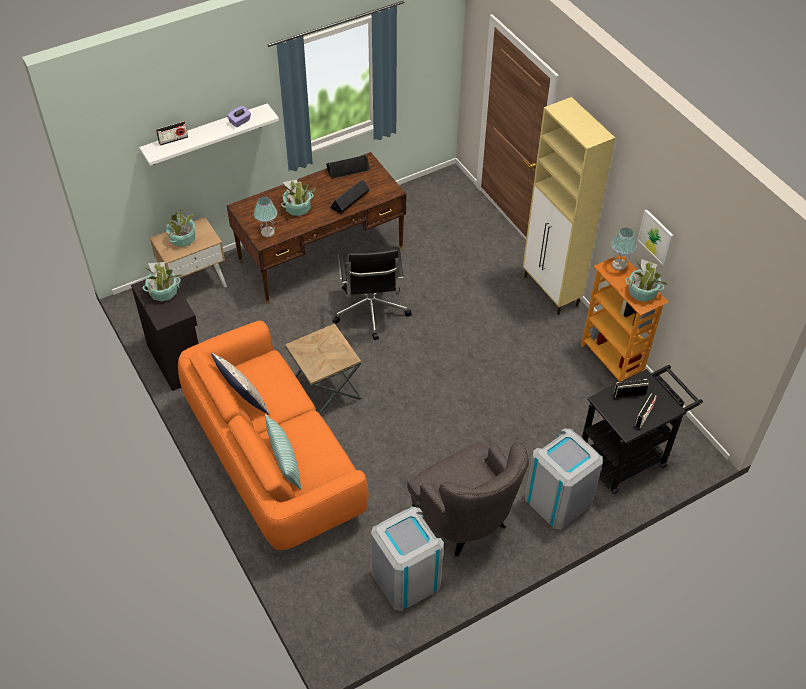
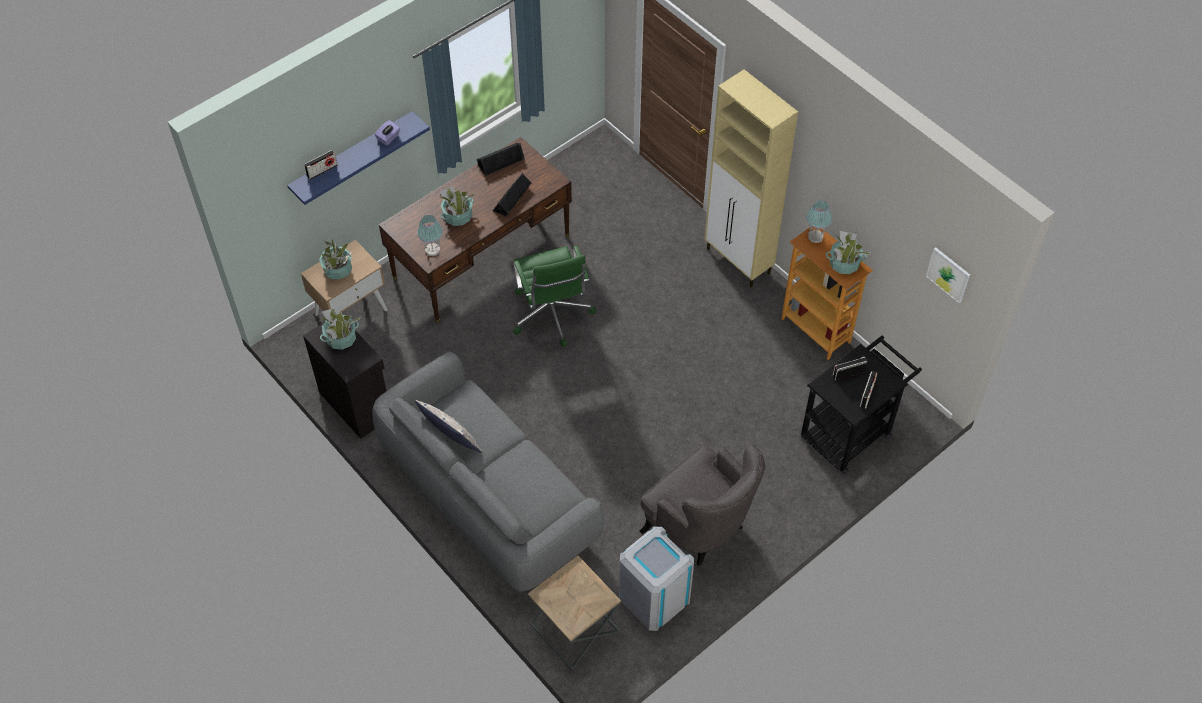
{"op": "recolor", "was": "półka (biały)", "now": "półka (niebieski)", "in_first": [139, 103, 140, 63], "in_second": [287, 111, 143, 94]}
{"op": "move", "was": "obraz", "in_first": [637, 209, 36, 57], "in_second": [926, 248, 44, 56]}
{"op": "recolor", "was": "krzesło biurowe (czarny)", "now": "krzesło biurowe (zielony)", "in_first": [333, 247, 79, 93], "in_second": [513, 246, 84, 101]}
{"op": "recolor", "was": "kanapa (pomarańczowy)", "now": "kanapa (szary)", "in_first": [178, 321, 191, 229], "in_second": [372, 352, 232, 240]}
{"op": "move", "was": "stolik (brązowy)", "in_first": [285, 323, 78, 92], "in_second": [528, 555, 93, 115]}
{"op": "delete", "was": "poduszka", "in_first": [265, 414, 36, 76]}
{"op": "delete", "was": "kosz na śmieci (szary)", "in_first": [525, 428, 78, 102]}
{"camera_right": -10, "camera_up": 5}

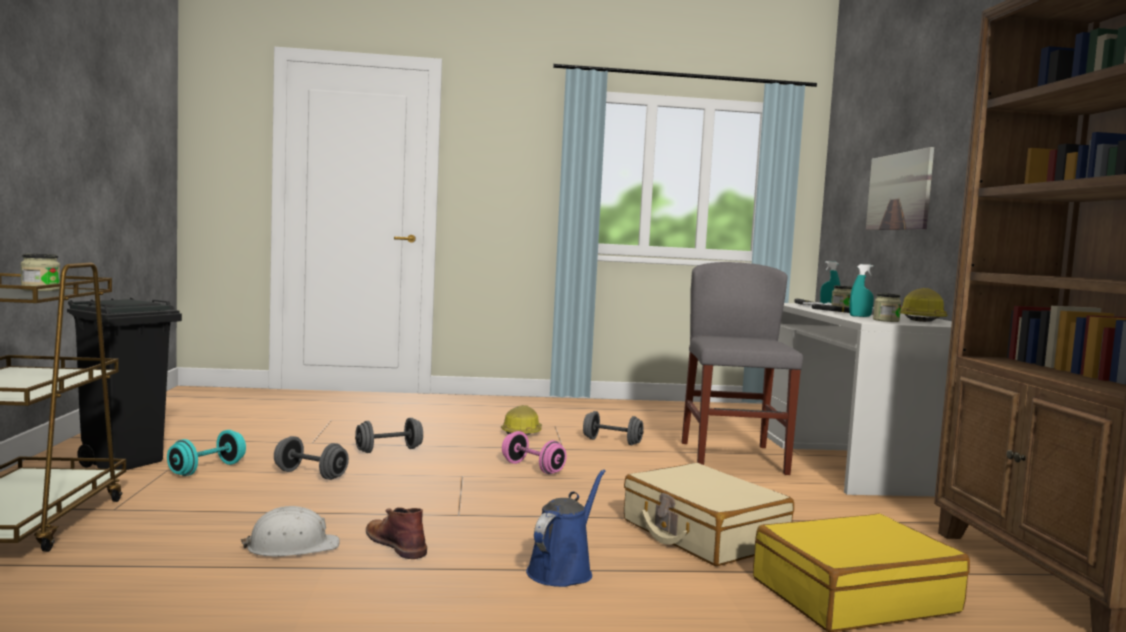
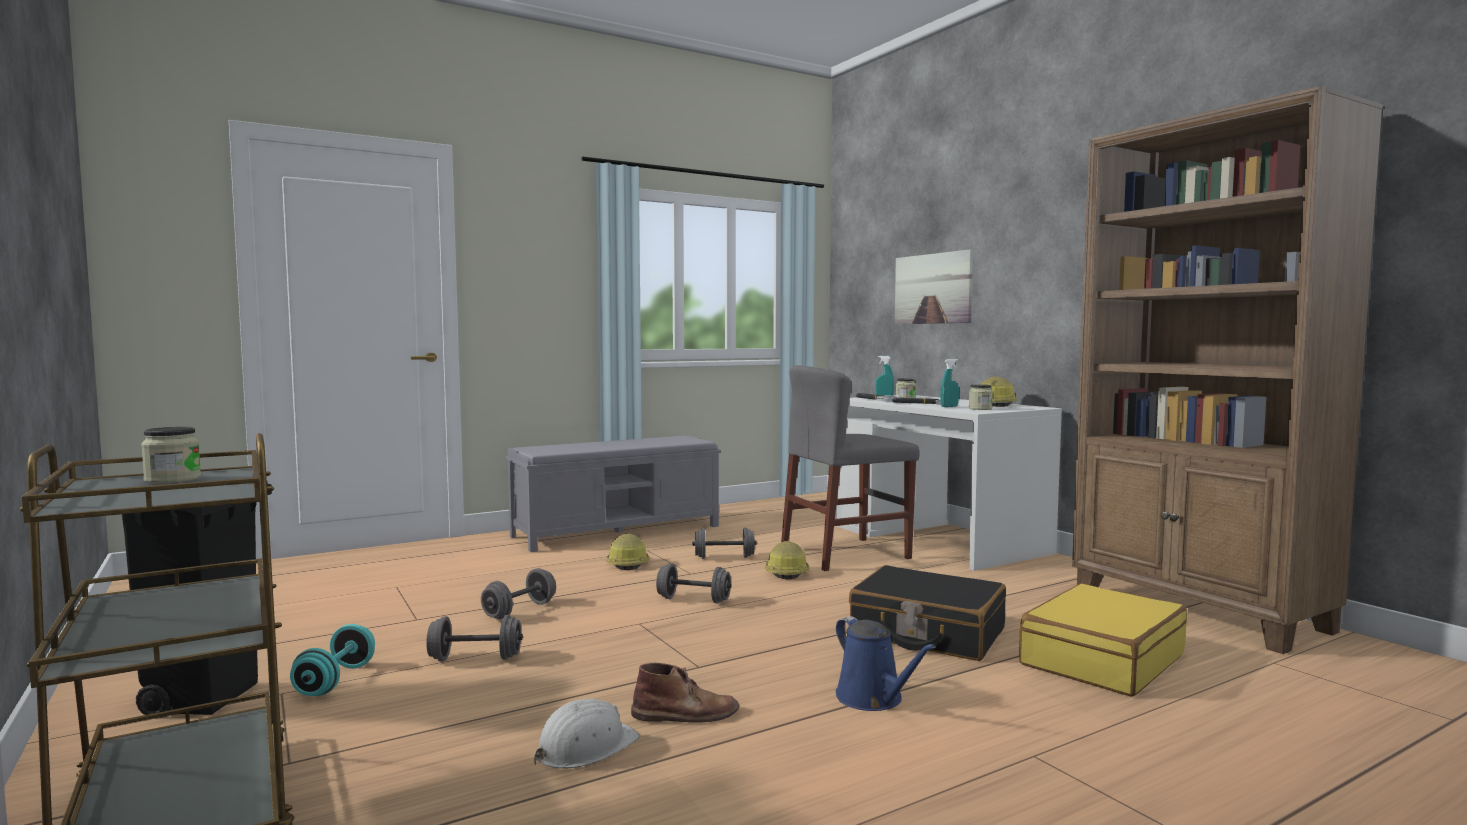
{"op": "rotate", "was": "krzesło (szary)", "in_first": [682, 262, 121, 213], "in_second": [781, 366, 139, 205], "clockwise": -90}
{"op": "recolor", "was": "hantel (różowy)", "now": "hantel (szary)", "in_first": [502, 431, 65, 43], "in_second": [656, 563, 75, 40]}
{"op": "recolor", "was": "walizka (beżowy)", "now": "walizka (czarny)", "in_first": [624, 463, 170, 103], "in_second": [849, 565, 157, 96]}
{"op": "rotate", "was": "konewka (niebieski)", "in_first": [526, 469, 79, 118], "in_second": [836, 616, 100, 95], "clockwise": 150}
{"op": "rotate", "was": "but z cholewką (brązowy)", "in_first": [366, 507, 61, 52], "in_second": [631, 663, 108, 60], "clockwise": 150}
{"op": "insert", "now": "ławka (szary)", "in_second": [505, 435, 216, 117]}
{"op": "insert", "now": "kask", "in_second": [765, 541, 44, 38]}
{"camera_right": -25, "camera_up": 0}

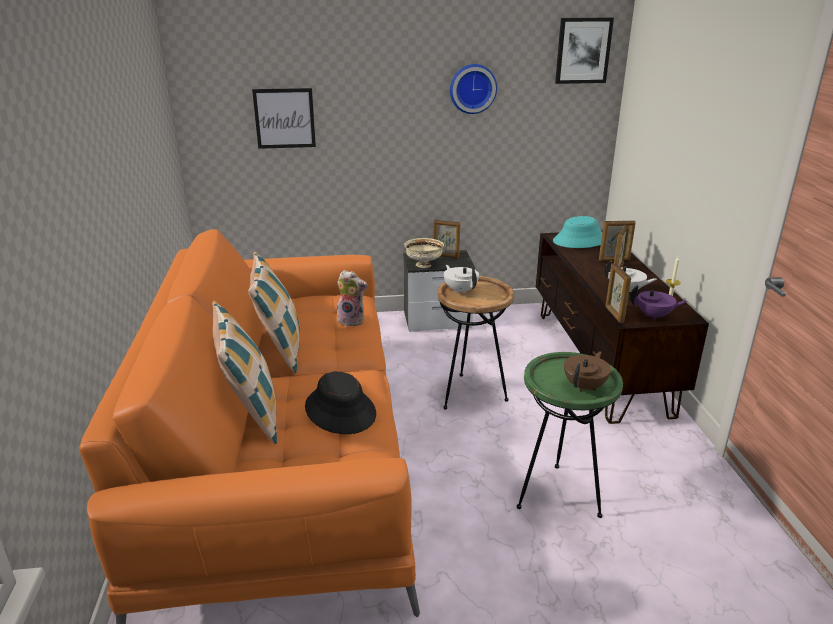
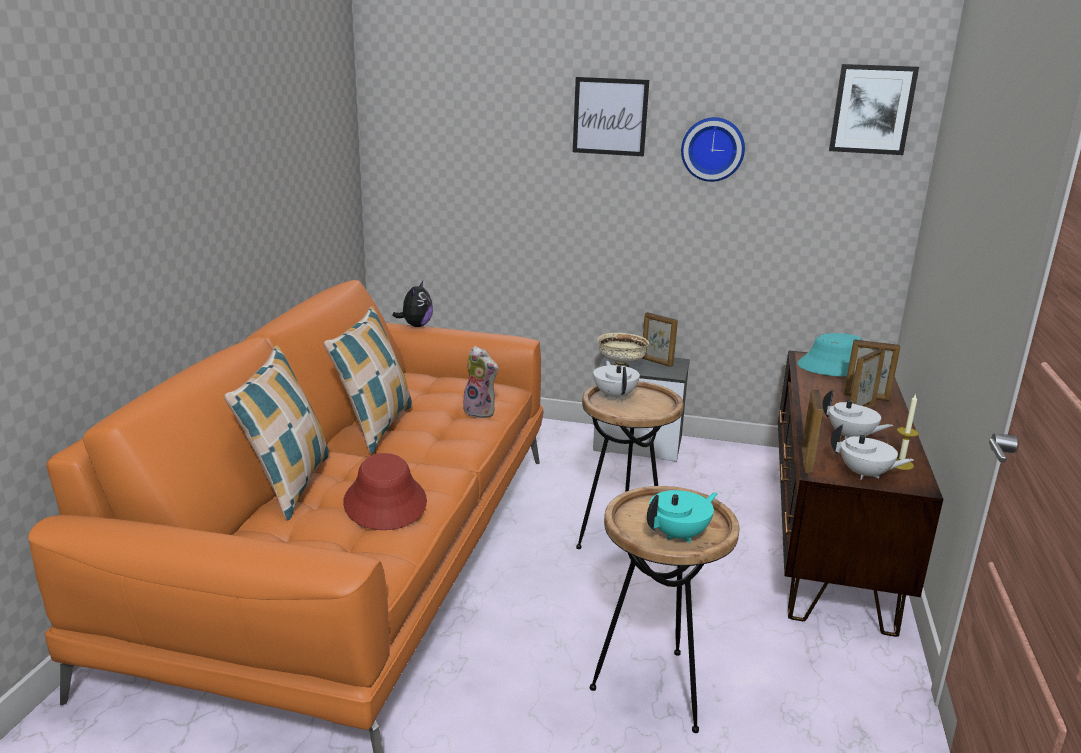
{"op": "move", "was": "obraz", "in_first": [252, 88, 64, 61], "in_second": [573, 77, 76, 80]}
{"op": "recolor", "was": "imbryk (fioletowy)", "now": "imbryk (biały)", "in_first": [630, 285, 58, 36], "in_second": [831, 424, 83, 56]}
{"op": "recolor", "was": "imbryk (brązowy)", "now": "imbryk (turkusowy)", "in_first": [564, 351, 47, 41], "in_second": [647, 490, 71, 53]}
{"op": "recolor", "was": "stolik (zielony)", "now": "stolik (brązowy)", "in_first": [517, 352, 106, 166], "in_second": [590, 486, 150, 247]}
{"op": "recolor", "was": "kapelusz (czarny)", "now": "kapelusz (czerwony)", "in_first": [305, 371, 71, 63], "in_second": [343, 453, 84, 77]}
{"op": "insert", "now": "pluszak", "in_second": [392, 281, 41, 46]}
{"camera_right": 20, "camera_up": -5}

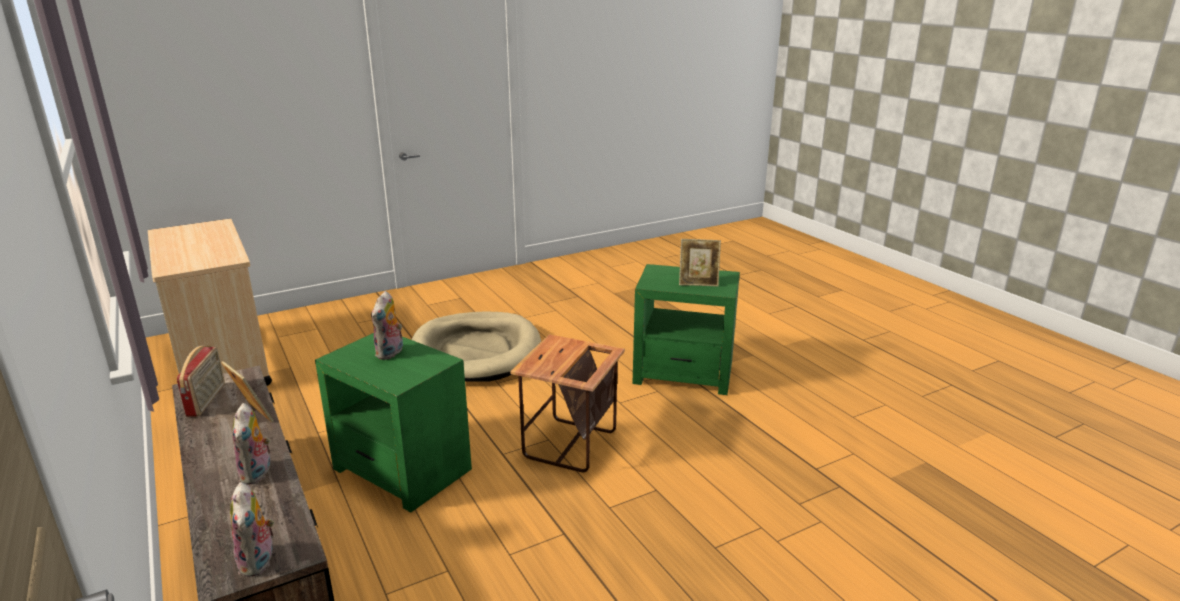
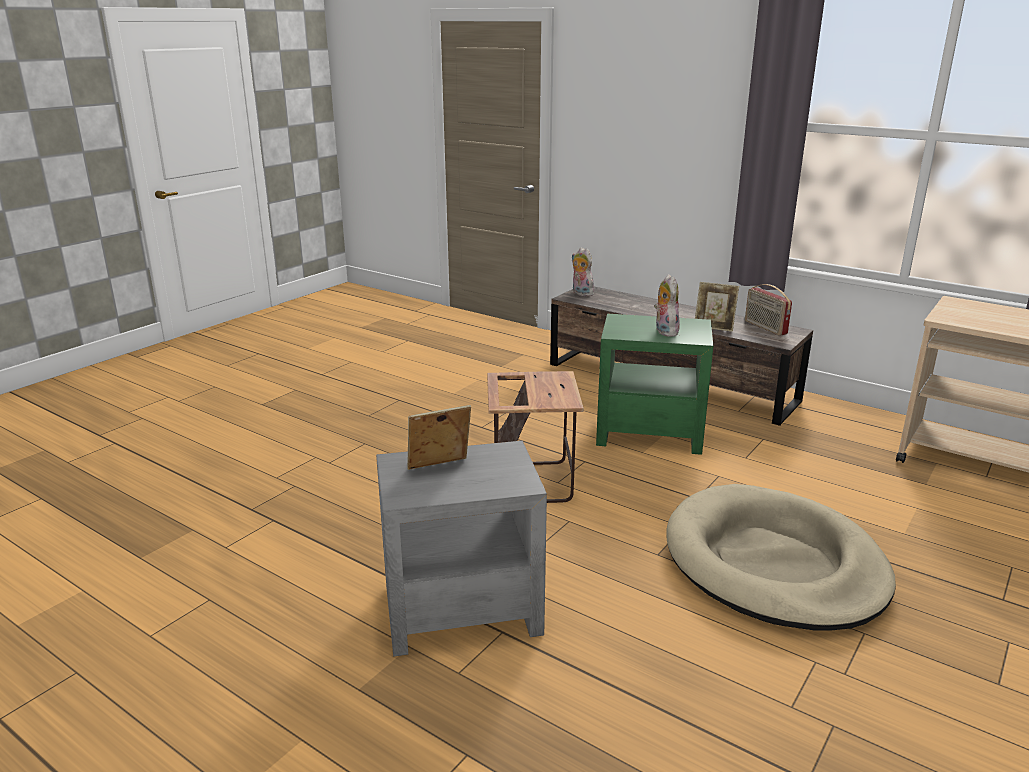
{"op": "recolor", "was": "stolik (zielony)", "now": "stolik (szary)", "in_first": [633, 264, 107, 131], "in_second": [376, 440, 171, 217]}
{"op": "delete", "was": "pluszak", "in_first": [233, 403, 40, 81]}
{"camera_right": 155, "camera_up": 0}

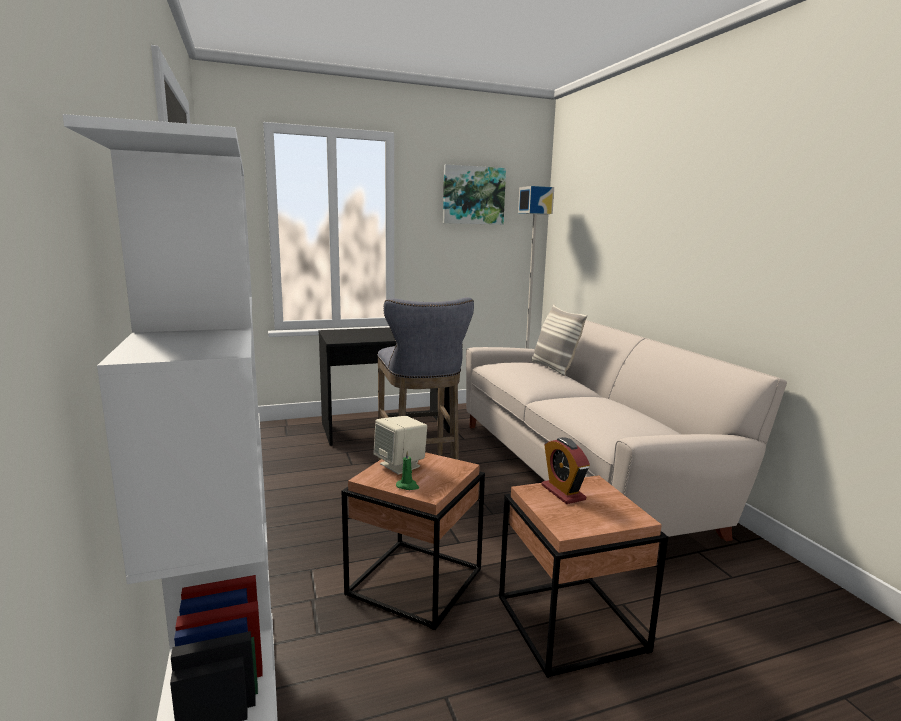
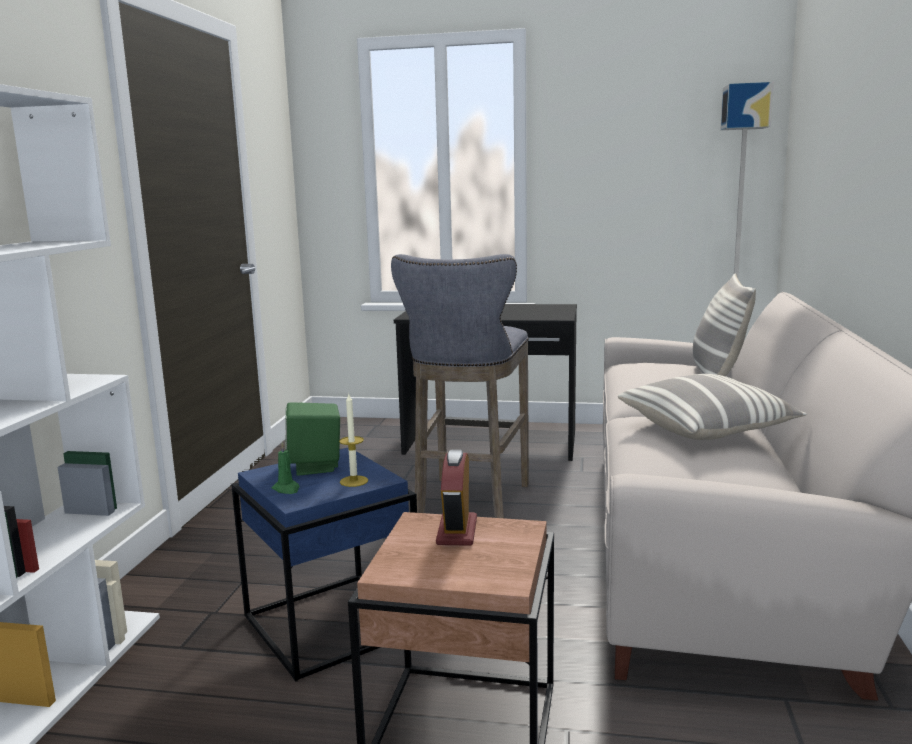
{"op": "delete", "was": "obraz", "in_first": [443, 164, 63, 61]}
{"op": "recolor", "was": "głośnik (beżowy)", "now": "głośnik (zielony)", "in_first": [373, 416, 54, 59], "in_second": [285, 403, 55, 73]}
{"op": "recolor", "was": "stolik (brązowy)", "now": "stolik (niebieski)", "in_first": [342, 452, 143, 178], "in_second": [231, 448, 186, 234]}
{"op": "insert", "now": "poduszka", "in_second": [618, 374, 189, 66]}
{"op": "insert", "now": "świeca", "in_second": [339, 394, 29, 93]}
{"camera_right": 30, "camera_up": 0}

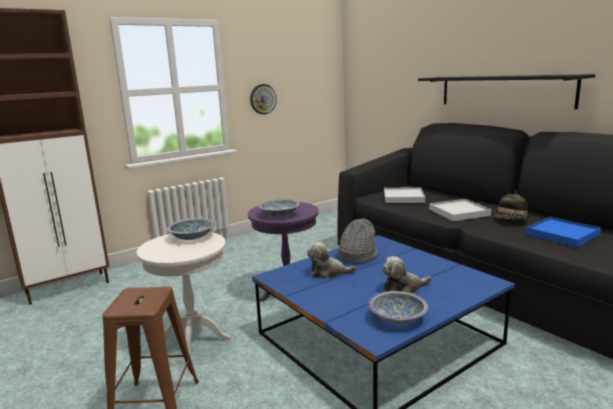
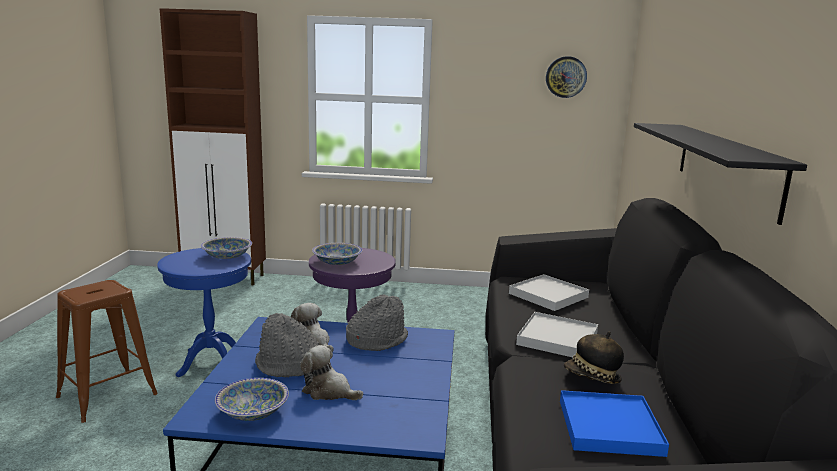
{"op": "move", "was": "zegar ścienny", "in_first": [250, 84, 27, 31], "in_second": [546, 56, 41, 42]}
{"op": "recolor", "was": "stolik (biały)", "now": "stolik (niebieski)", "in_first": [137, 232, 94, 132], "in_second": [157, 248, 94, 129]}
{"op": "insert", "now": "kapelusz (szary)", "in_second": [255, 313, 64, 65]}
{"camera_right": 40, "camera_up": 0}

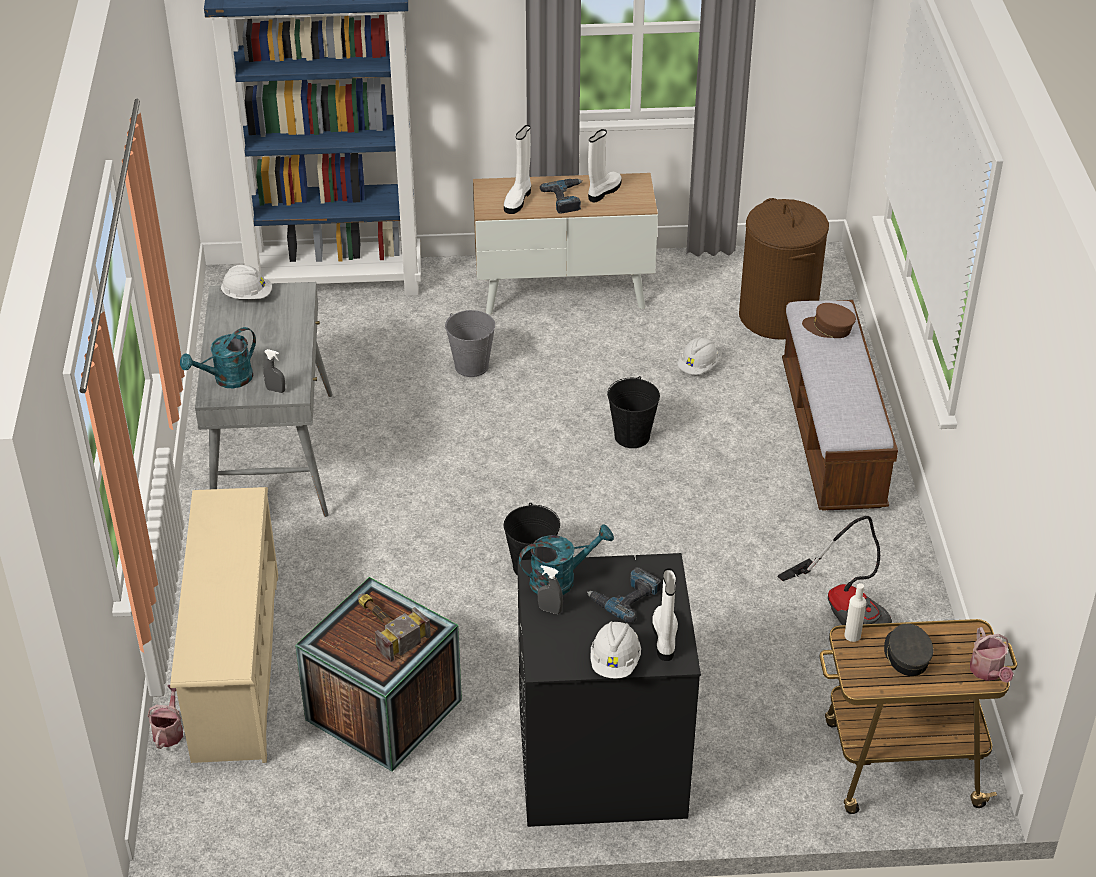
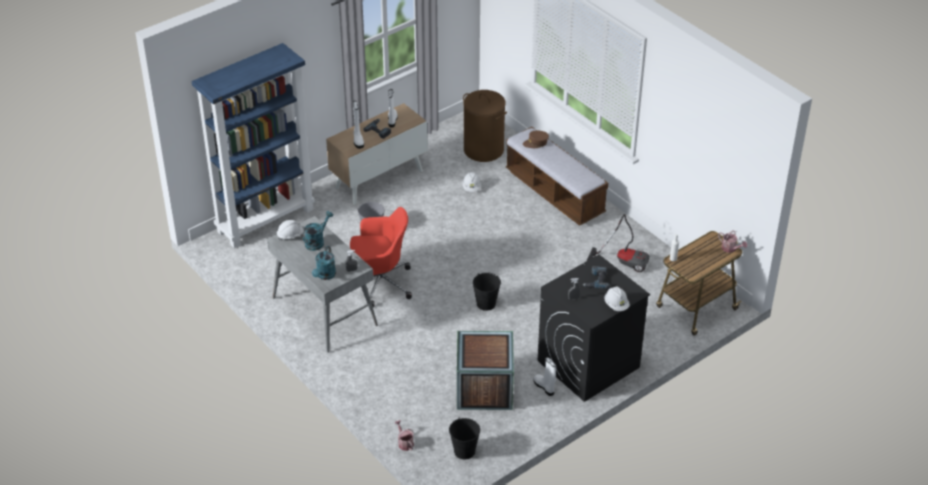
{"op": "move", "was": "wiadro (czarny)", "in_first": [607, 376, 53, 72], "in_second": [449, 417, 31, 42]}
{"op": "delete", "was": "regał na buty (beżowy)", "in_first": [170, 487, 108, 276]}
{"op": "move", "was": "konewka (turkusowy)", "in_first": [519, 524, 95, 71], "in_second": [303, 211, 30, 40]}
{"op": "move", "was": "but z cholewką (biały)", "in_first": [652, 568, 26, 93], "in_second": [533, 357, 23, 39]}
{"op": "delete", "was": "młotek", "in_first": [358, 593, 73, 69]}
{"op": "delete", "was": "czapka z daszkiem (szary)", "in_first": [884, 623, 49, 53]}
{"op": "insert", "now": "krzesło biurowe (czerwony)", "in_second": [350, 207, 62, 101]}
{"camera_right": -35, "camera_up": 0}

